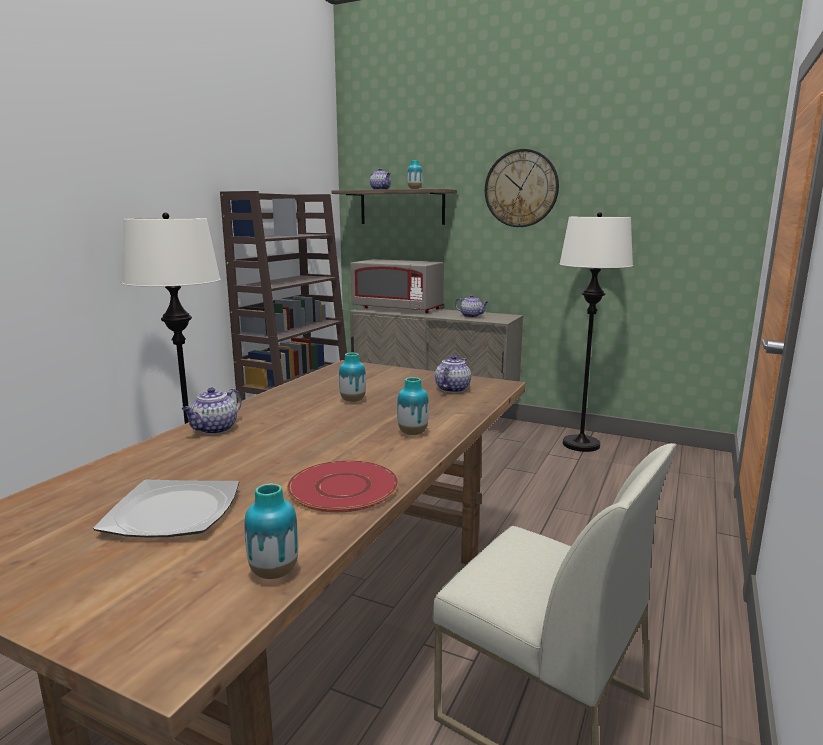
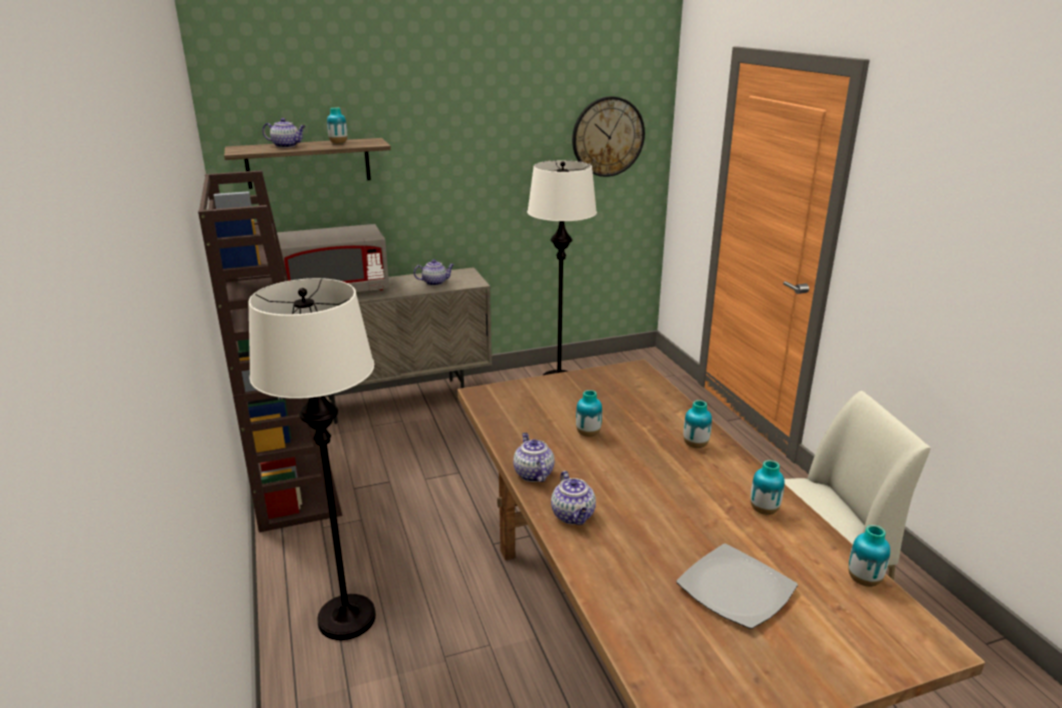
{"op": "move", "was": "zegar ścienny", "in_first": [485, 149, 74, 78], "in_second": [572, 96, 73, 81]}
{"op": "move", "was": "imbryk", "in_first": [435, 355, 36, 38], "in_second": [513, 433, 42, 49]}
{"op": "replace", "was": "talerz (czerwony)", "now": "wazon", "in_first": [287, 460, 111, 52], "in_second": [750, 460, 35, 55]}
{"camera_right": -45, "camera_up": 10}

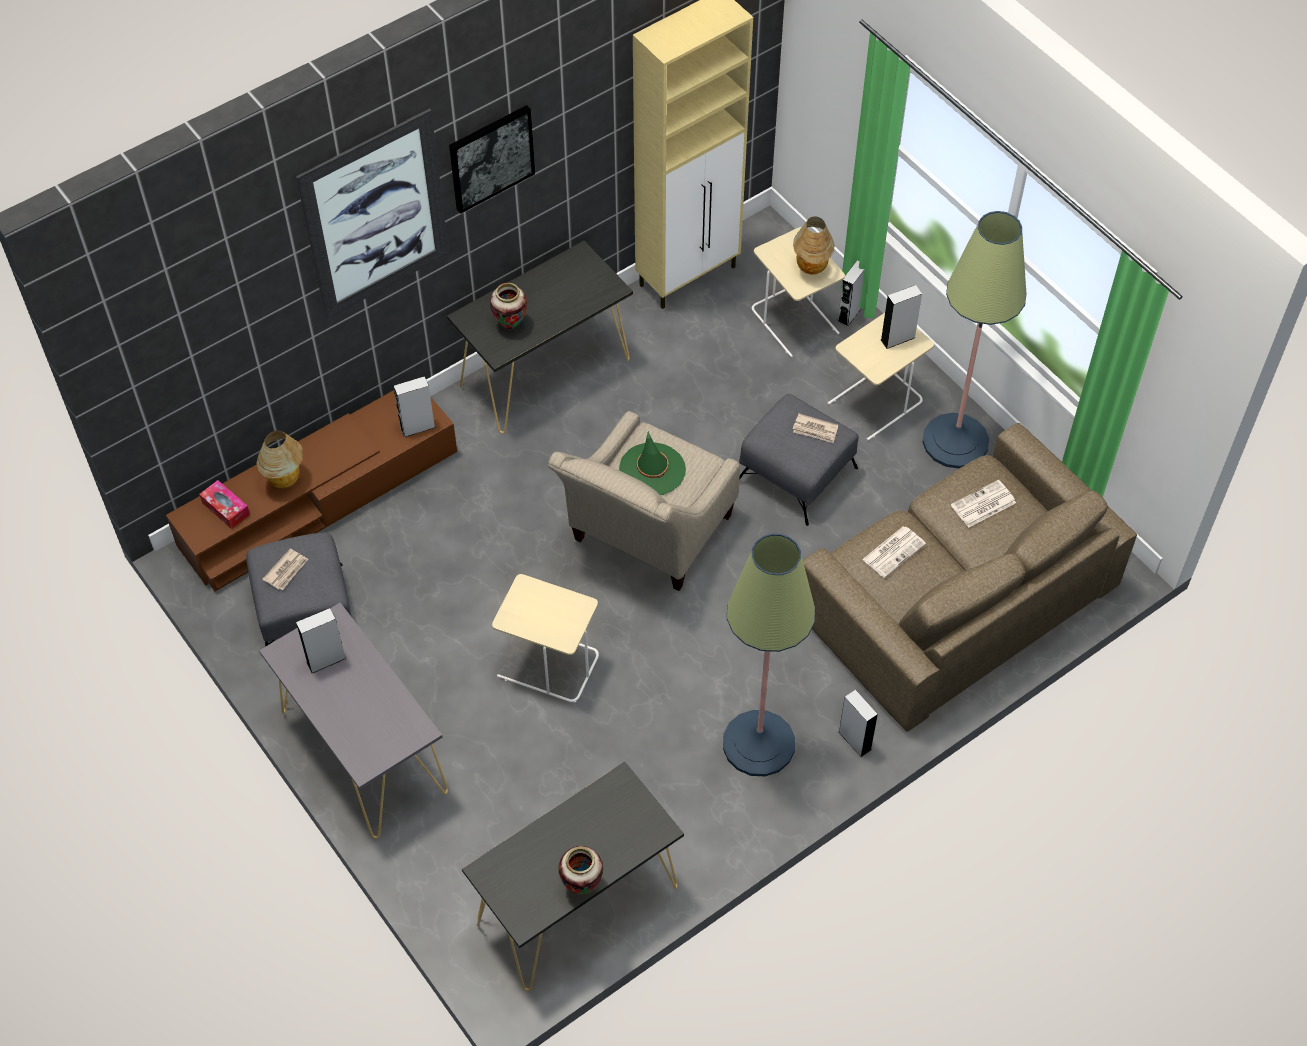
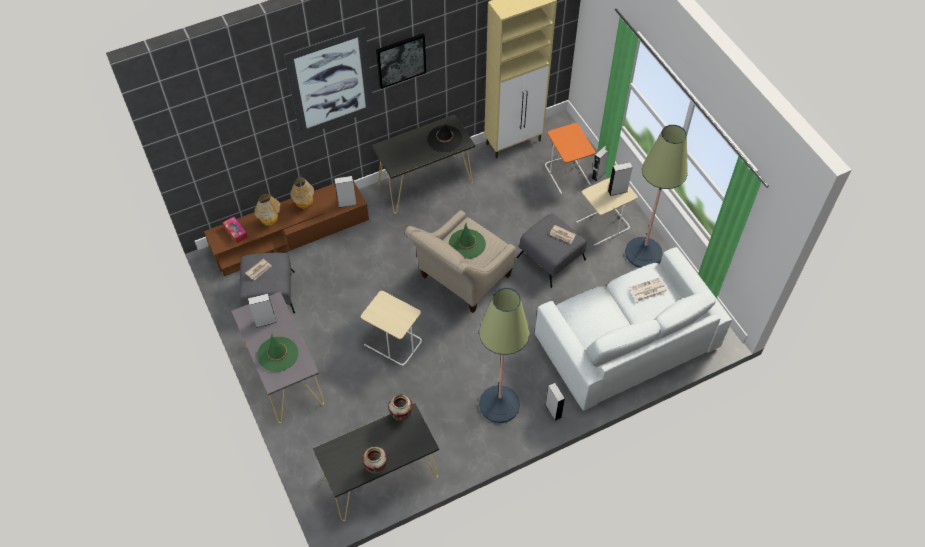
{"op": "move", "was": "lampa stołowa", "in_first": [793, 216, 42, 59], "in_second": [290, 177, 24, 32]}
{"op": "recolor", "was": "stolik (beżowy)", "now": "stolik (pomarańczowy)", "in_first": [752, 227, 93, 131], "in_second": [545, 123, 50, 71]}
{"op": "move", "was": "wazon", "in_first": [490, 283, 37, 47], "in_second": [388, 394, 25, 27]}
{"op": "recolor", "was": "kanapa (brązowy)", "now": "kanapa (biały)", "in_first": [803, 423, 334, 309], "in_second": [535, 247, 197, 164]}
{"op": "delete", "was": "gazeta", "in_first": [862, 526, 64, 52]}
{"op": "insert", "now": "kapelusz (czarny)", "in_second": [427, 124, 35, 28]}
{"op": "insert", "now": "kapelusz (zielony)", "in_second": [257, 334, 41, 38]}
{"camera_right": 10, "camera_up": 0}

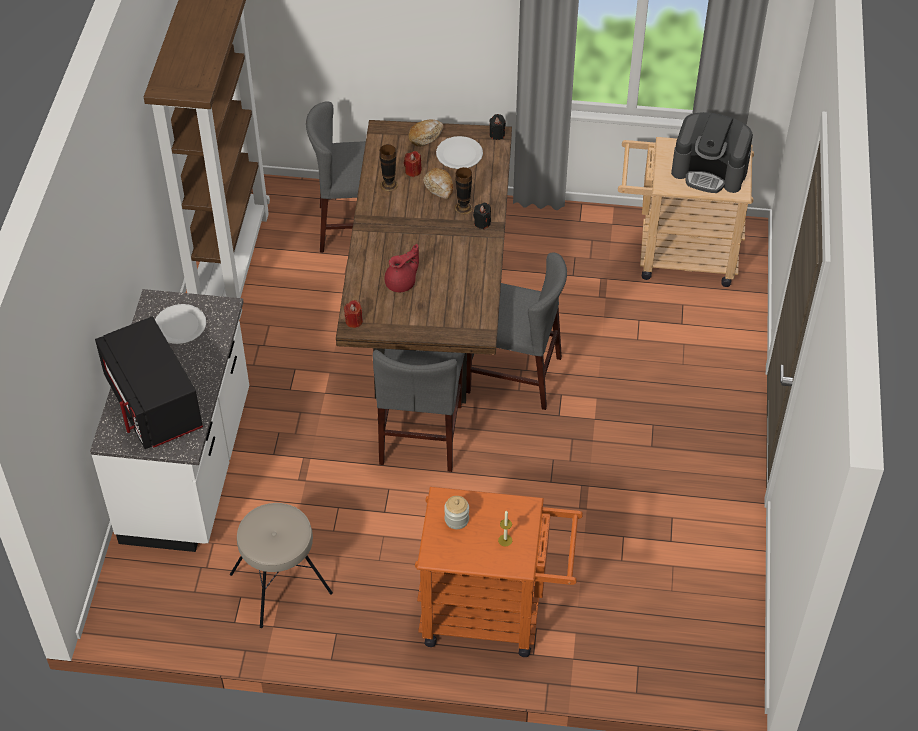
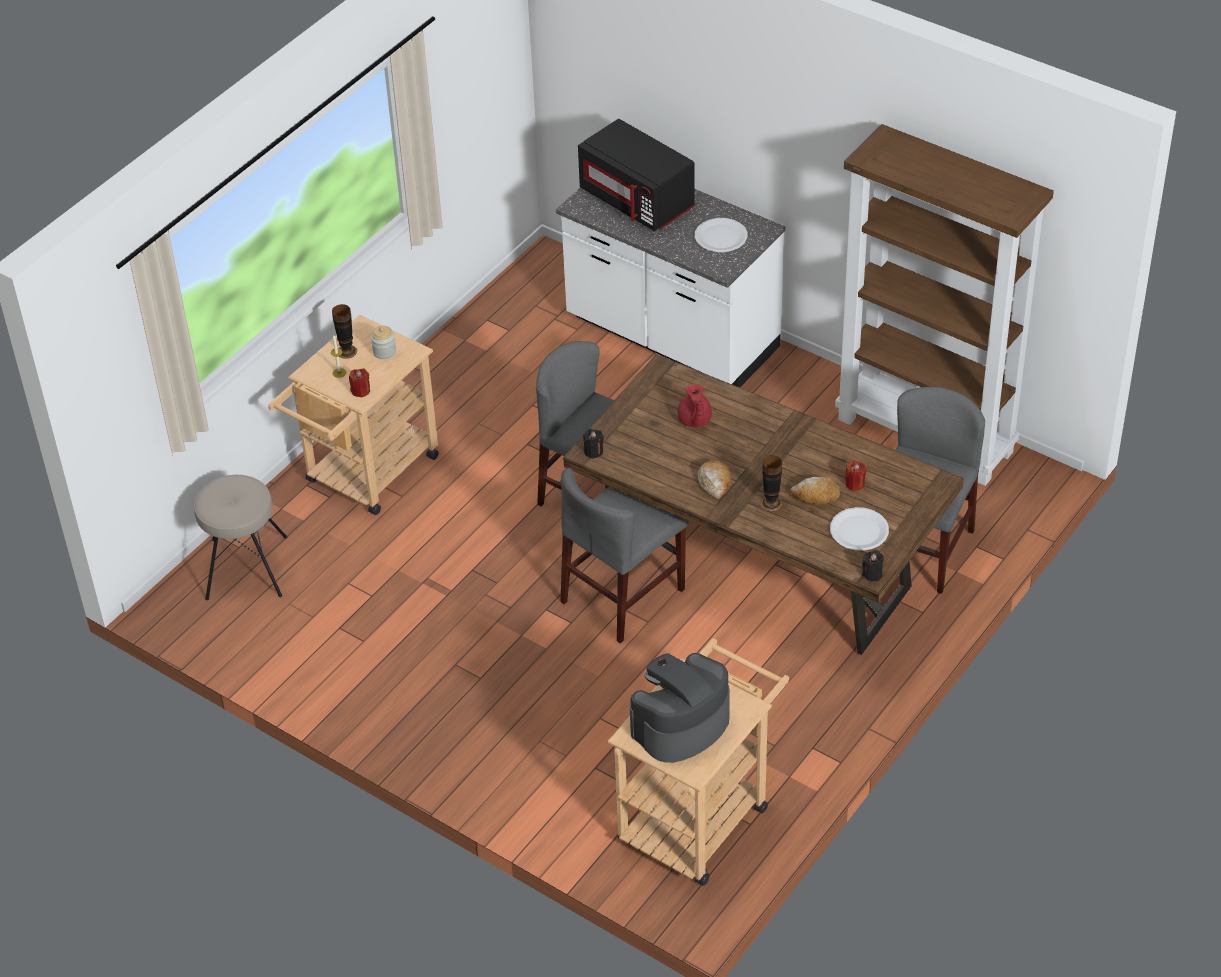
{"op": "move", "was": "chleb", "in_first": [409, 119, 34, 27], "in_second": [698, 460, 33, 39]}
{"op": "move", "was": "wazon", "in_first": [380, 144, 18, 47], "in_second": [332, 304, 25, 55]}
{"op": "move", "was": "świeca (czarny)", "in_first": [473, 203, 18, 26], "in_second": [583, 429, 21, 30]}
{"op": "move", "was": "świeca (czerwony)", "in_first": [344, 300, 19, 28], "in_second": [349, 368, 21, 30]}
{"op": "rotate", "was": "mikrofalówka (czarny)", "in_first": [95, 317, 108, 132], "in_second": [578, 119, 117, 112], "clockwise": -135}
{"op": "recolor", "was": "wózek (pomarańczowy)", "now": "wózek (beżowy)", "in_first": [415, 487, 168, 170], "in_second": [268, 315, 171, 200]}
{"op": "move", "was": "stołek (beżowy)", "in_first": [230, 503, 103, 125], "in_second": [194, 475, 93, 125]}
{"camera_right": 120, "camera_up": -5}

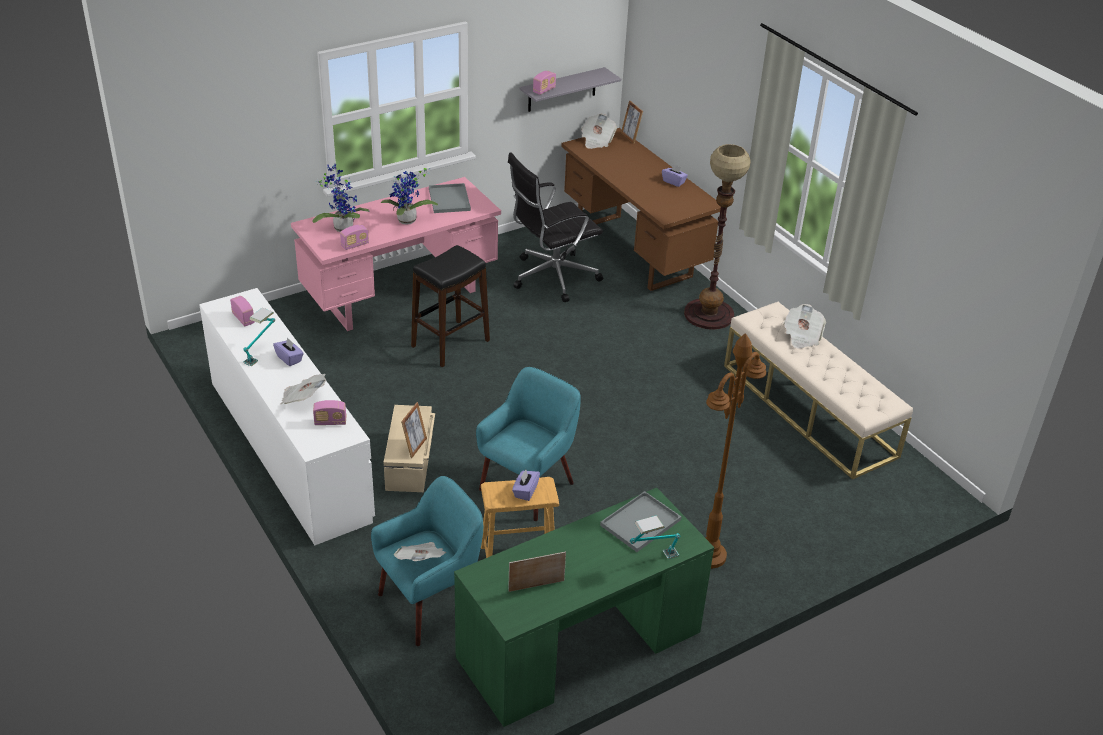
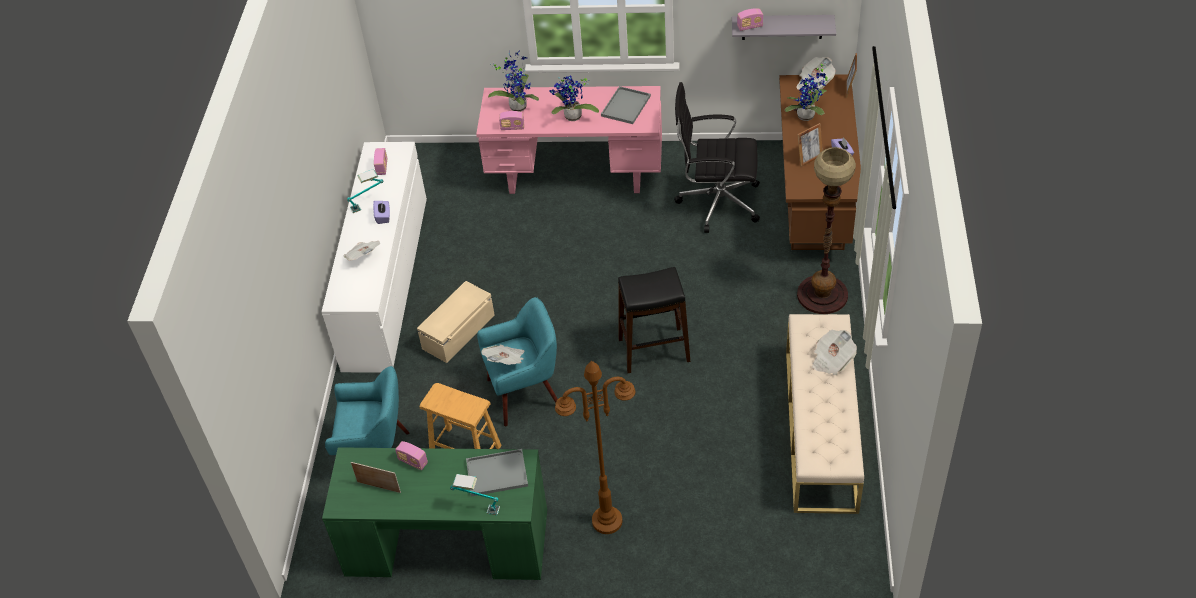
{"op": "move", "was": "stołek (czarny)", "in_first": [411, 245, 79, 122], "in_second": [618, 267, 72, 106]}
{"op": "move", "was": "radio", "in_first": [313, 400, 33, 25], "in_second": [395, 441, 33, 29]}
{"op": "move", "was": "ramka na zdjęcie", "in_first": [401, 402, 26, 56], "in_second": [798, 123, 25, 44]}
{"op": "delete", "was": "pudełko chusteczek (fioletowy)", "in_first": [512, 470, 28, 31]}
{"op": "move", "was": "gazeta", "in_first": [393, 542, 53, 19], "in_second": [481, 344, 44, 21]}
{"op": "insert", "now": "roślina doniczkowa", "in_second": [785, 62, 43, 59]}
{"camera_right": 40, "camera_up": 10}

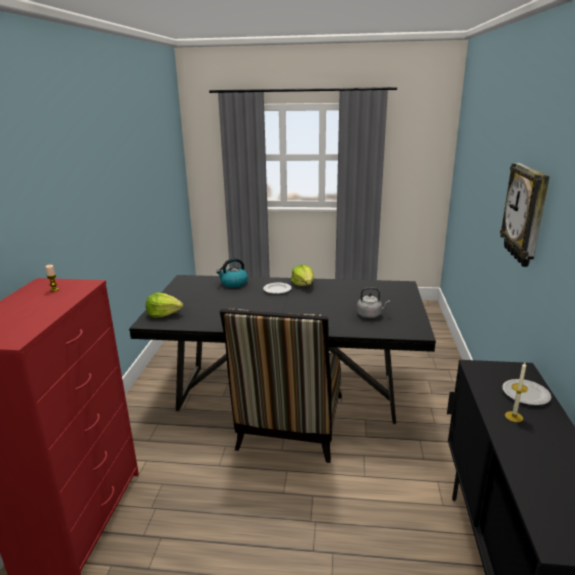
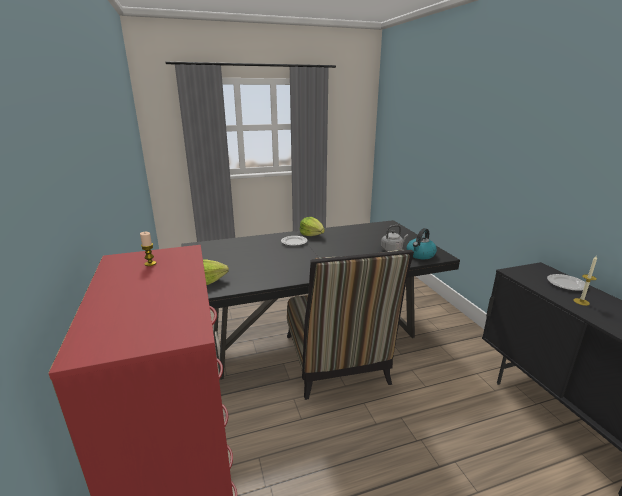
{"op": "delete", "was": "zegar ścienny", "in_first": [500, 163, 50, 104]}
{"op": "move", "was": "czajnik", "in_first": [216, 258, 32, 30], "in_second": [407, 228, 30, 31]}
{"camera_right": -25, "camera_up": 0}

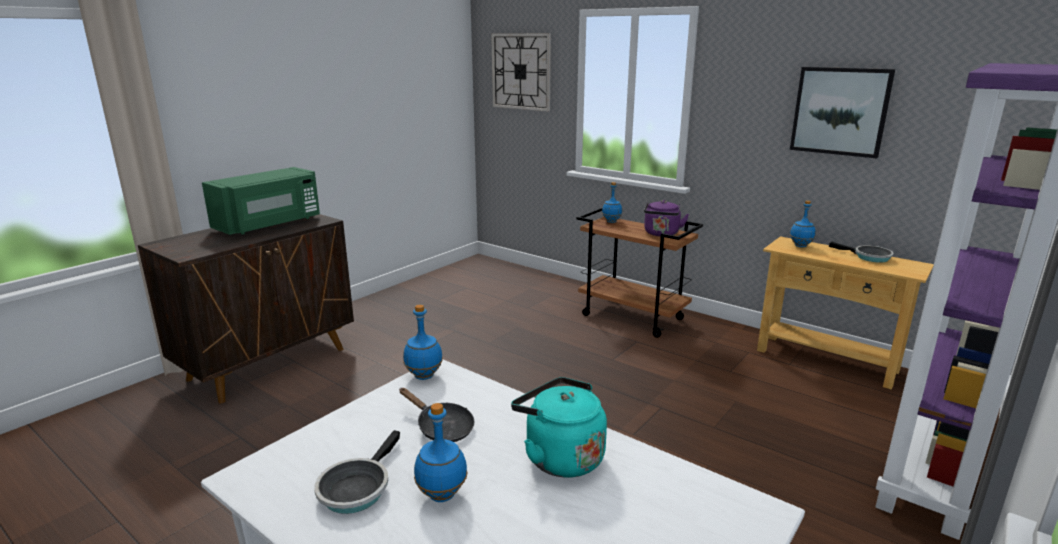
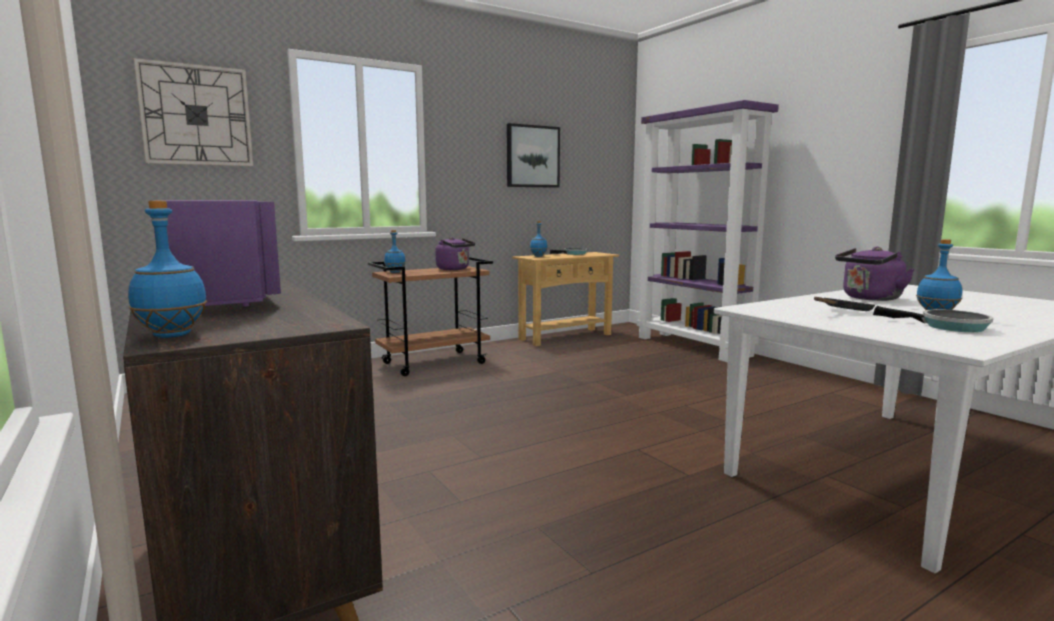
{"op": "recolor", "was": "mikrofalówka (zielony)", "now": "mikrofalówka (fioletowy)", "in_first": [202, 167, 118, 68], "in_second": [153, 200, 128, 107]}
{"op": "move", "was": "butelka (niebieski)", "in_first": [403, 305, 40, 75], "in_second": [128, 200, 79, 138]}
{"op": "recolor", "was": "czajnik (turkusowy)", "now": "czajnik (fioletowy)", "in_first": [511, 377, 96, 101], "in_second": [835, 247, 80, 54]}
{"camera_right": -70, "camera_up": -10}

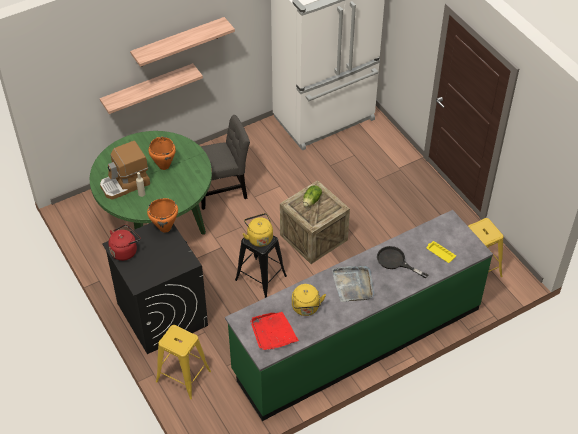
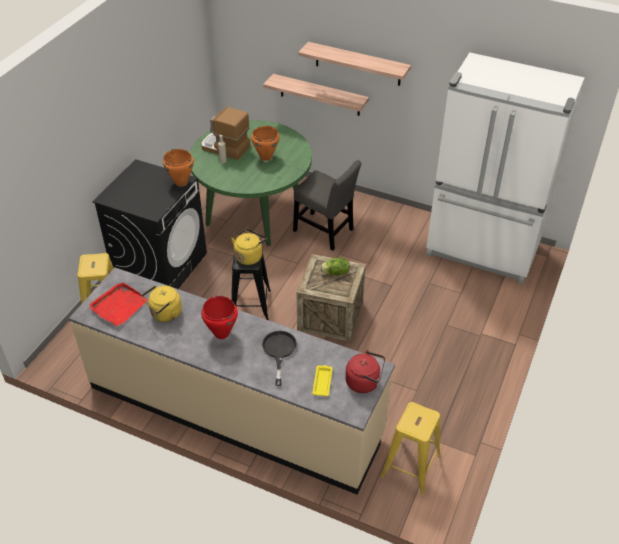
{"op": "recolor", "was": "zabudowa kuchenna (zielony)", "now": "zabudowa kuchenna (beżowy)", "in_first": [225, 210, 268, 211], "in_second": [69, 268, 326, 227]}
{"op": "move", "was": "czajnik (czerwony)", "in_first": [108, 224, 32, 37], "in_second": [345, 350, 40, 43]}
{"op": "replace", "was": "taca (szary)", "now": "garnek (czerwony)", "in_first": [332, 266, 42, 36], "in_second": [201, 296, 37, 43]}
{"camera_right": 55, "camera_up": -5}

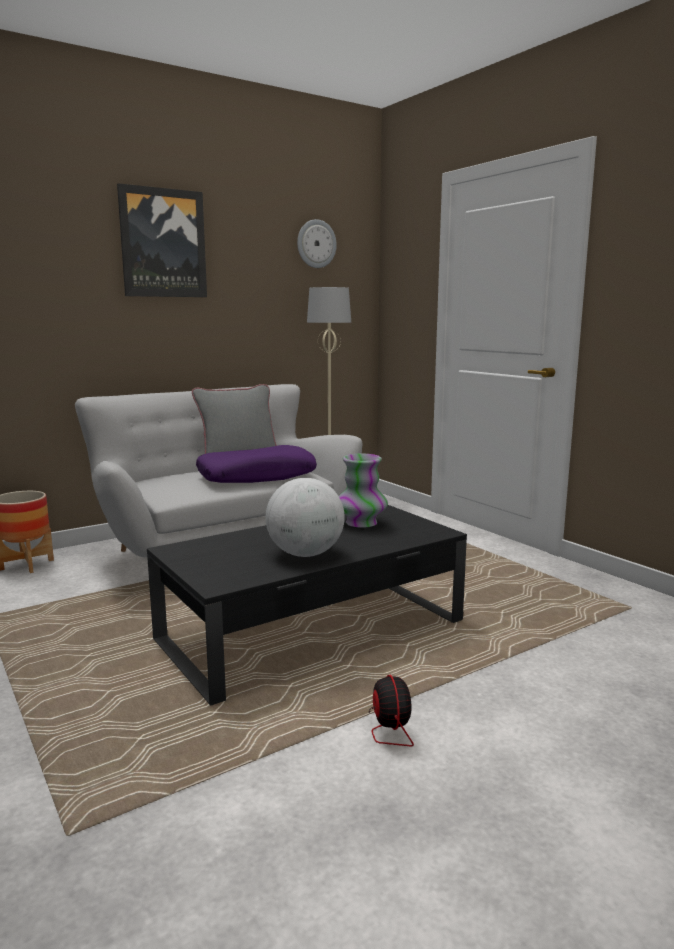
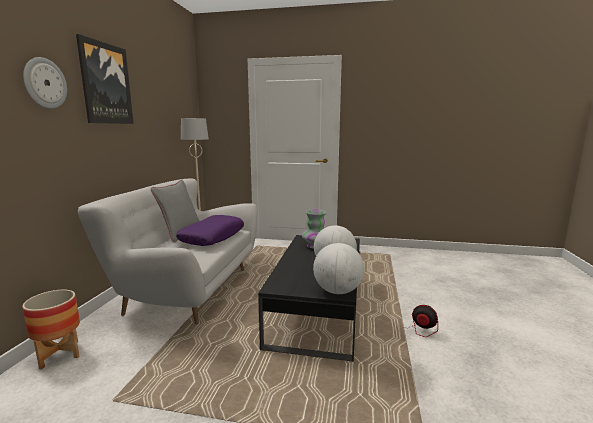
{"op": "move", "was": "zegar ścienny", "in_first": [297, 219, 40, 49], "in_second": [23, 57, 44, 52]}
{"op": "insert", "now": "globus", "in_second": [313, 243, 51, 51]}
{"camera_right": -45, "camera_up": 0}

